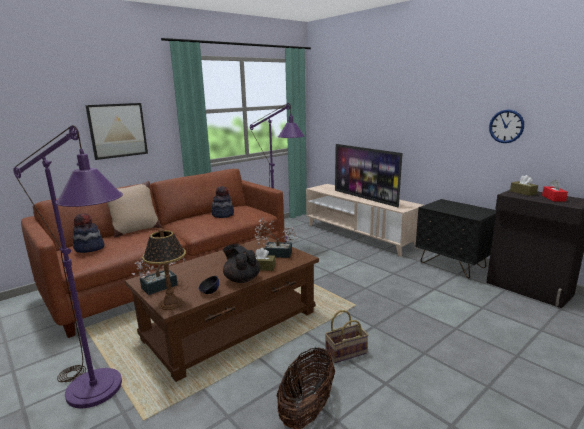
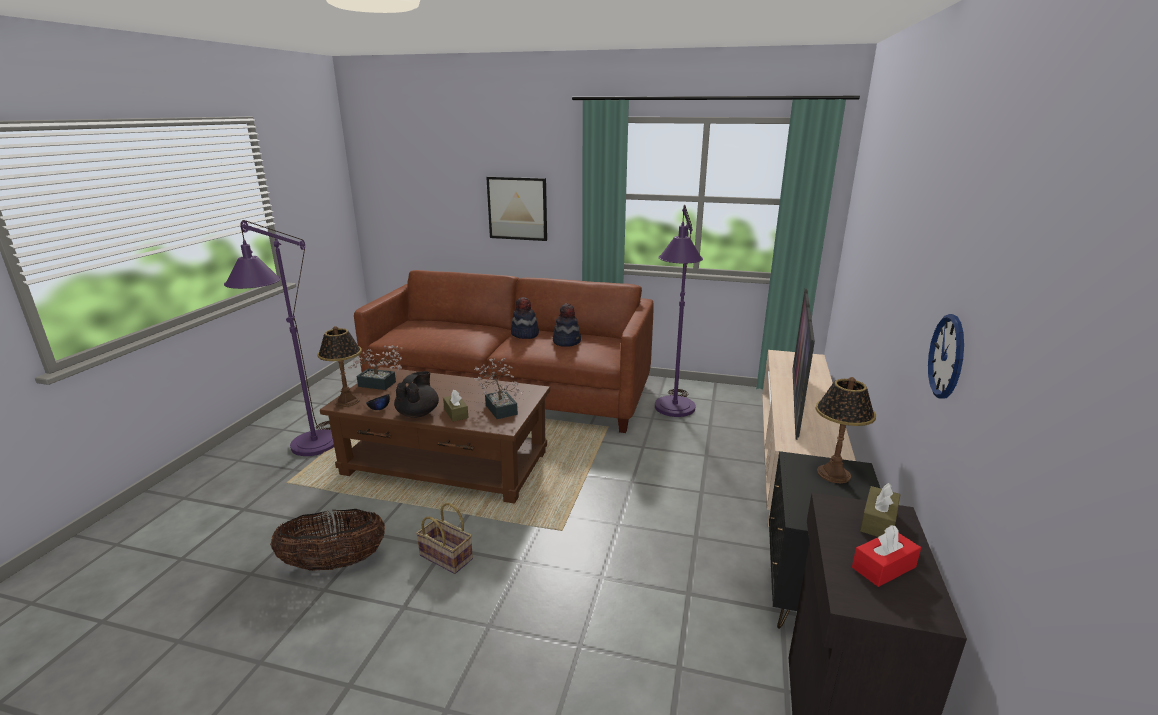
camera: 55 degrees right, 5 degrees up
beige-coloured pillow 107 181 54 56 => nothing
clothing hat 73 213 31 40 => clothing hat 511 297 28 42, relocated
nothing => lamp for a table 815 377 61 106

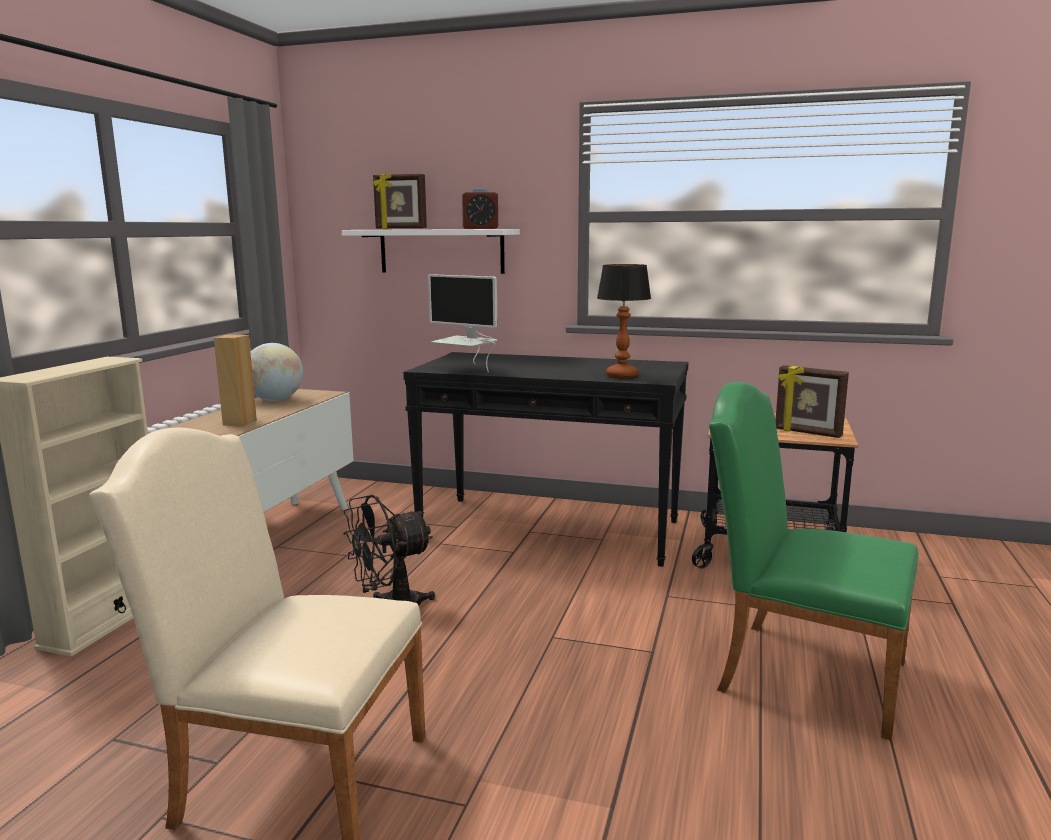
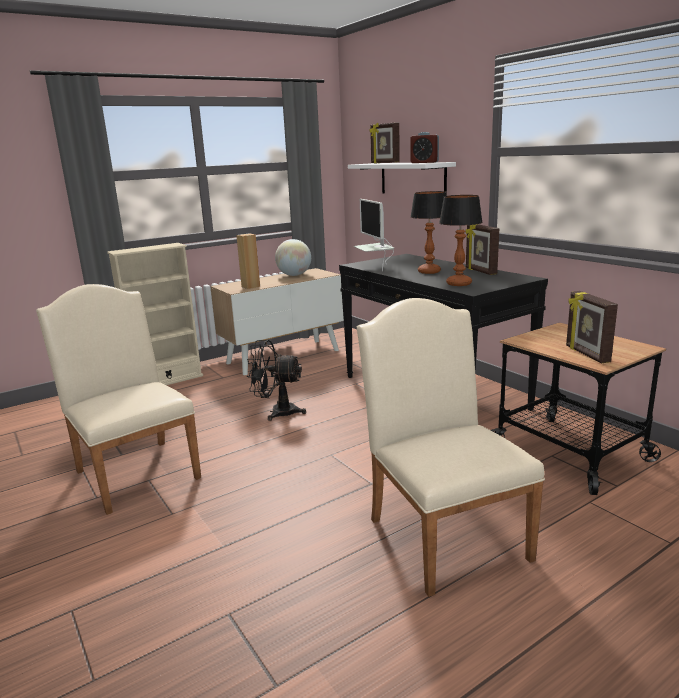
camera: 40 degrees right, 5 degrees up
greenish chair 709 382 209 359 => beige-coloured chair 357 298 188 299
nothing => lamp for a table 411 191 35 83
nothing => standing frame 466 224 33 51

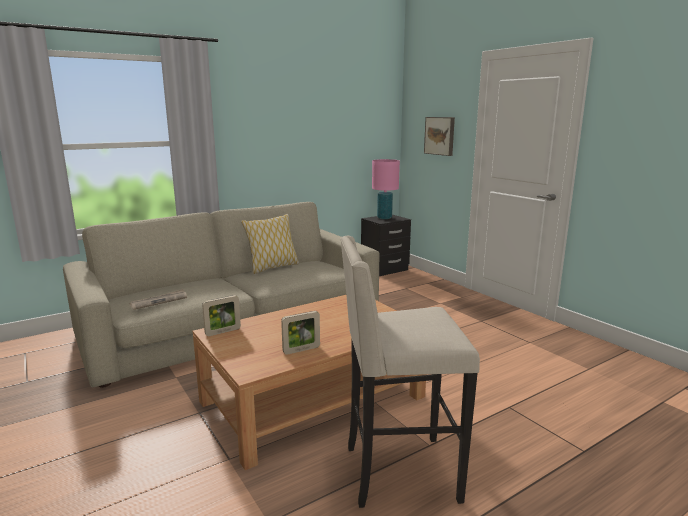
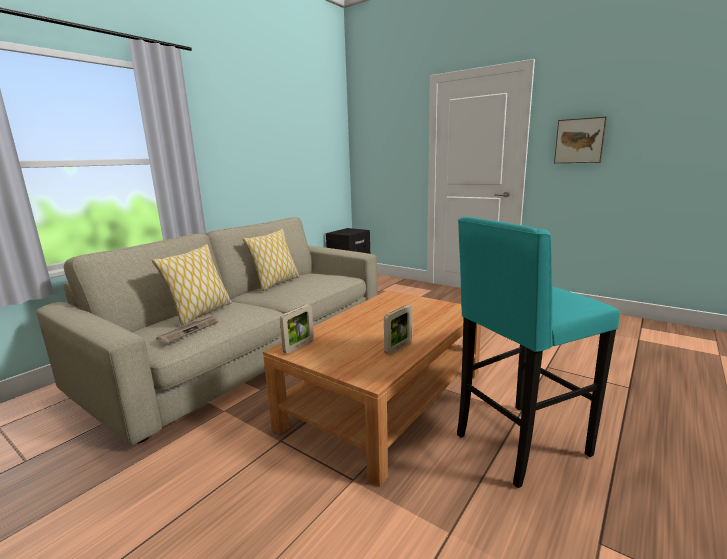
camera: 20 degrees left, 0 degrees up
picture 424 117 31 39 => picture 554 117 53 46, relocated
pink-coloured lamp for a table 372 159 28 60 => nothing
beige-coloured stool seat 340 236 140 272 => blue-green stool seat 457 217 163 271
nothing => pillow 152 244 80 82

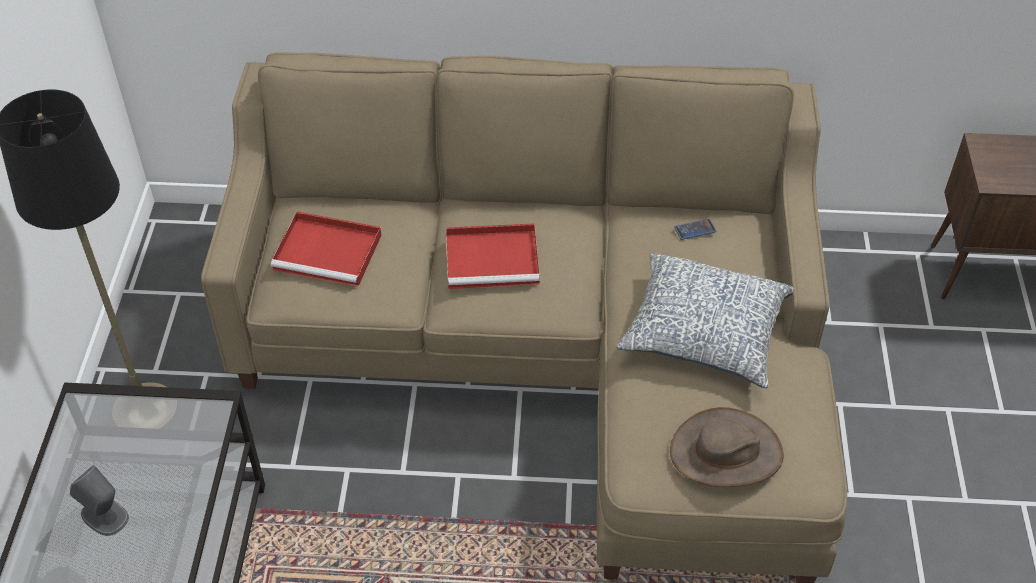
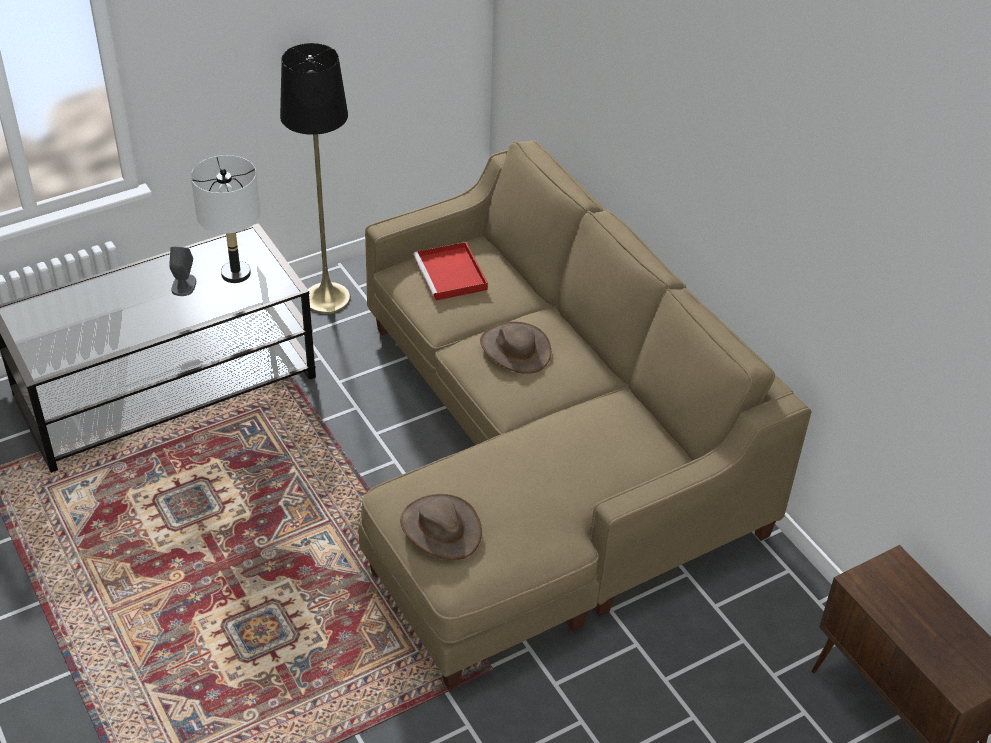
camera: 55 degrees right, 5 degrees down
telephone 674 219 43 21 => nothing
reddish carrying tray 446 223 94 66 => brown-coloured clothing hat 480 322 71 52
pillow 617 253 177 135 => nothing
nothing => whitish lamp for a table 191 155 69 128

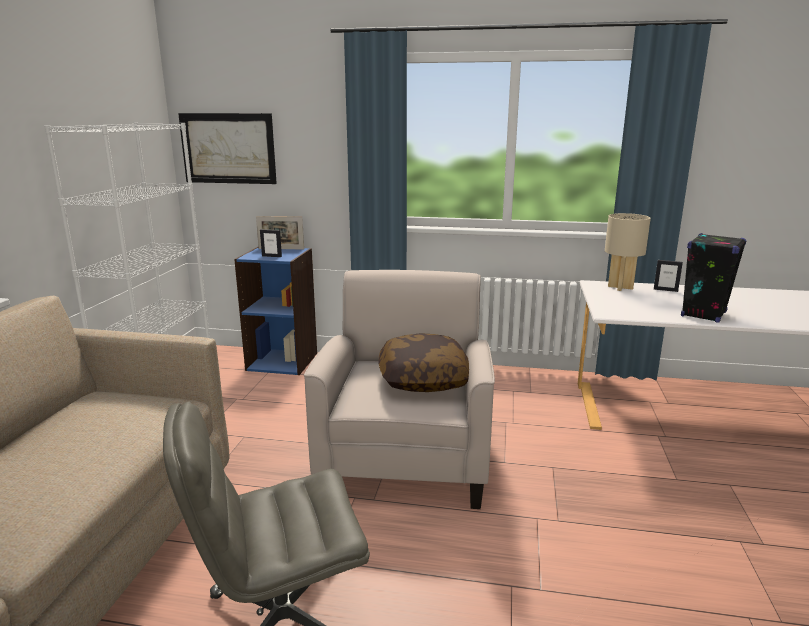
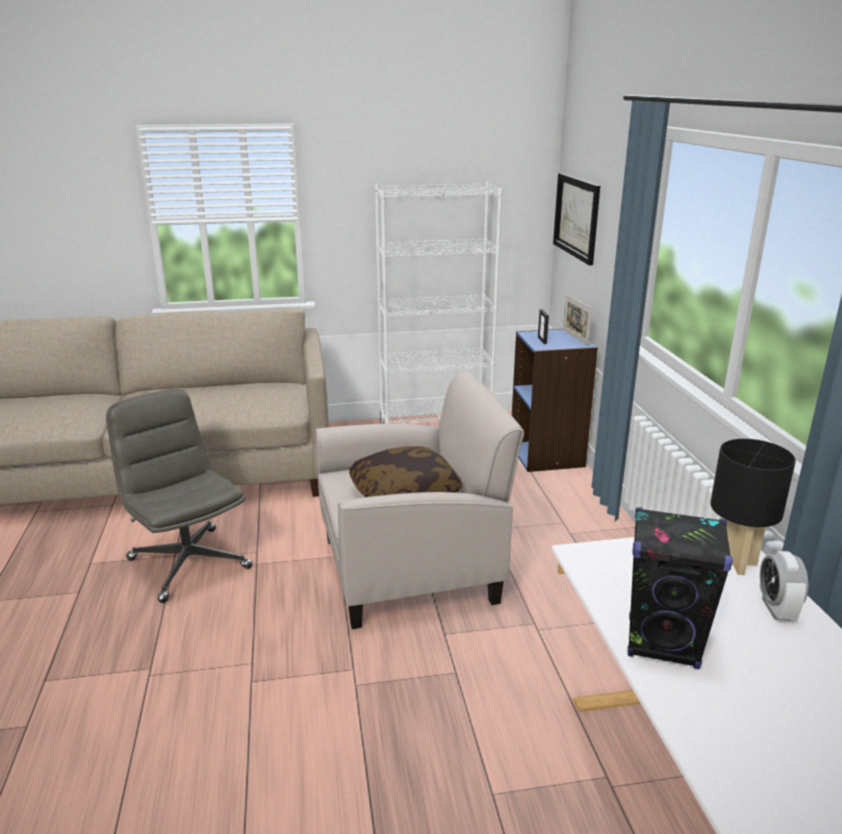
camera: 70 degrees right, 5 degrees up
beige-coloured lamp for a table 605 213 46 78 => black lamp for a table 710 439 86 136
standing frame 654 260 29 32 => alarm clock 760 551 48 69

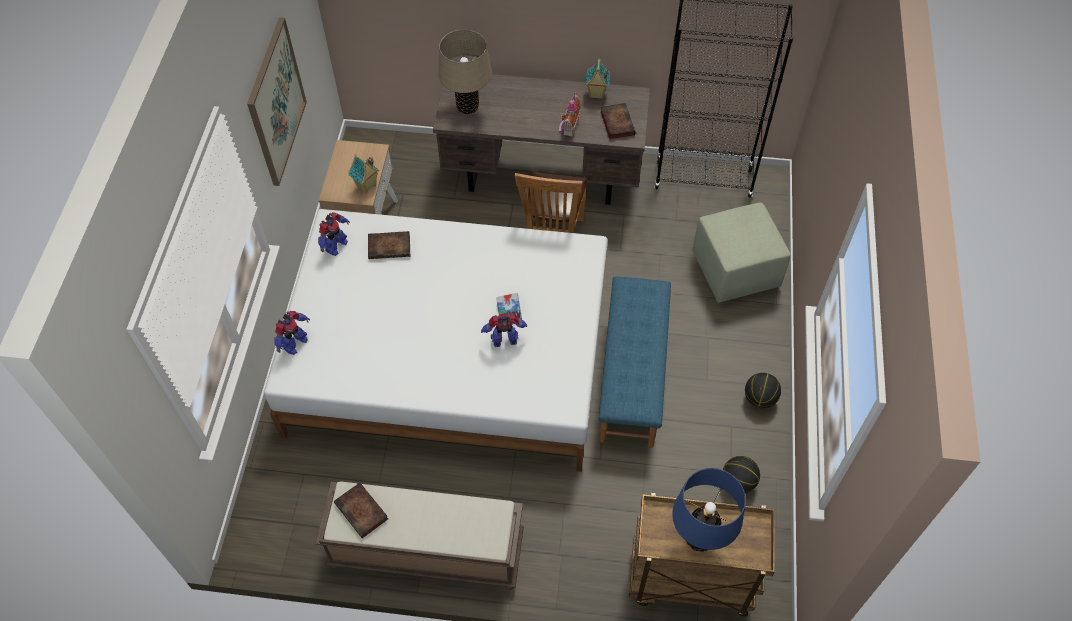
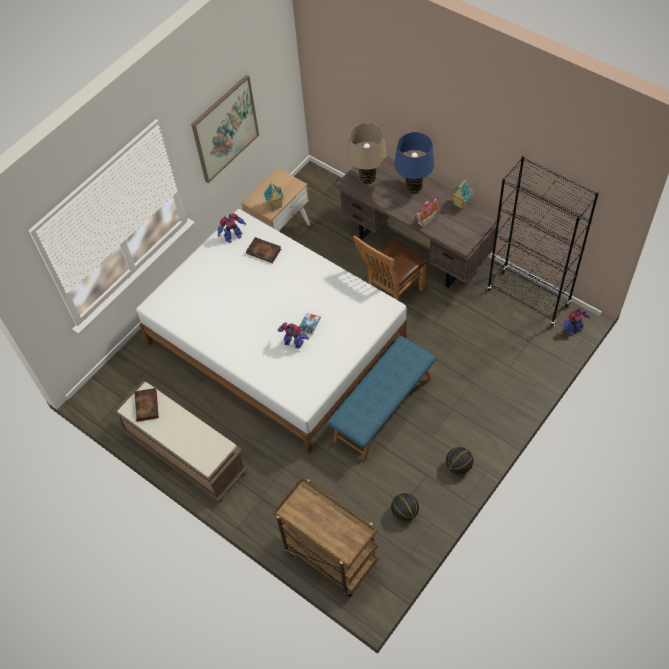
camera: 35 degrees right, 0 degrees up
bound book 601 103 35 36 => nothing
greenish ottoman 692 203 99 100 => nothing
toy robot 274 311 36 44 => toy robot 563 308 27 28, relocated
blue lamp for a table 672 468 74 84 => blue lamp for a table 394 132 40 61, relocated

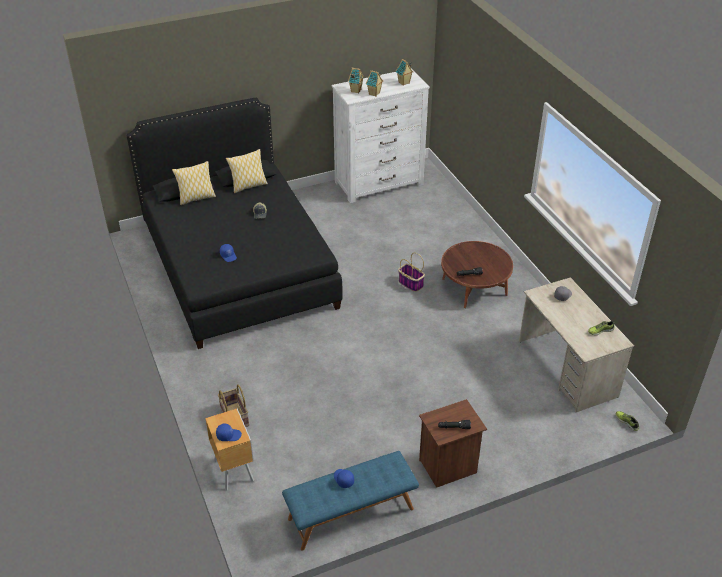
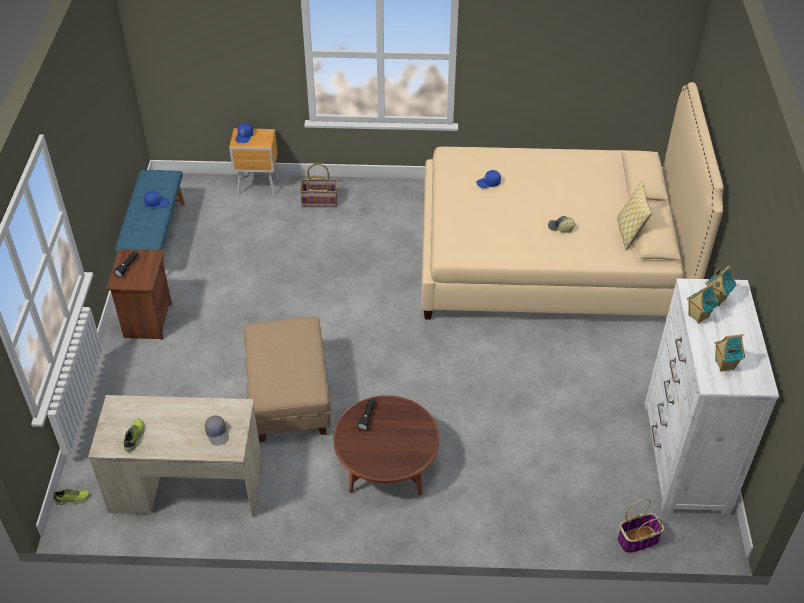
camera: 115 degrees right, 5 degrees up
black bedroom bed 127 98 215 251 => beige-coloured bedroom bed 421 82 303 238
pillow 172 161 44 44 => nothing
basket 398 253 27 39 => basket 617 499 47 54, relocated
nothing => beige-coloured ottoman 244 317 87 125

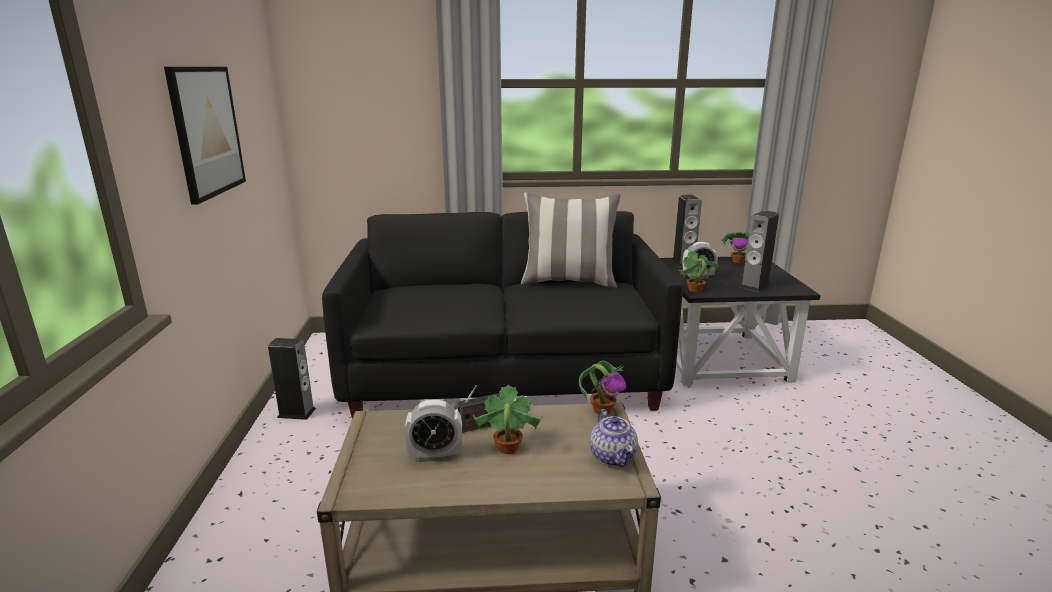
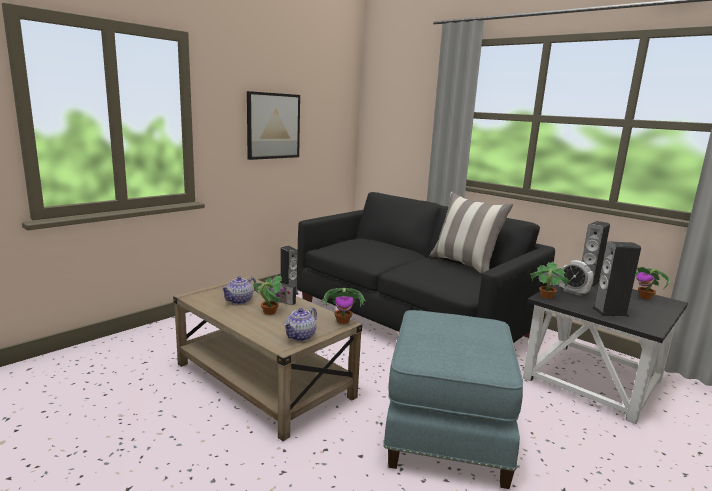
camera: 45 degrees right, 5 degrees down
alarm clock 405 399 57 63 => pot for tea 221 276 35 28
nothing => blue ottoman 383 310 140 179

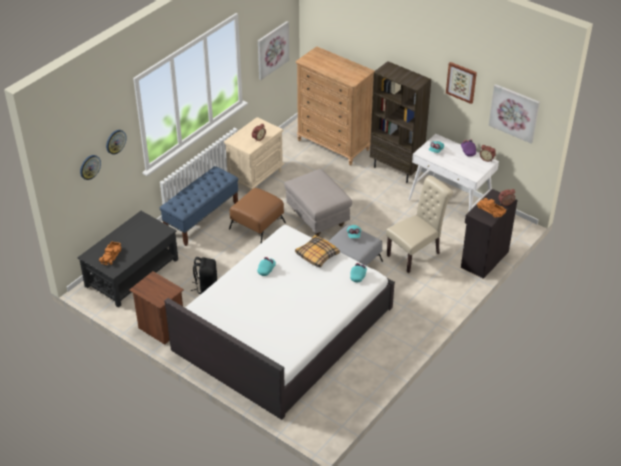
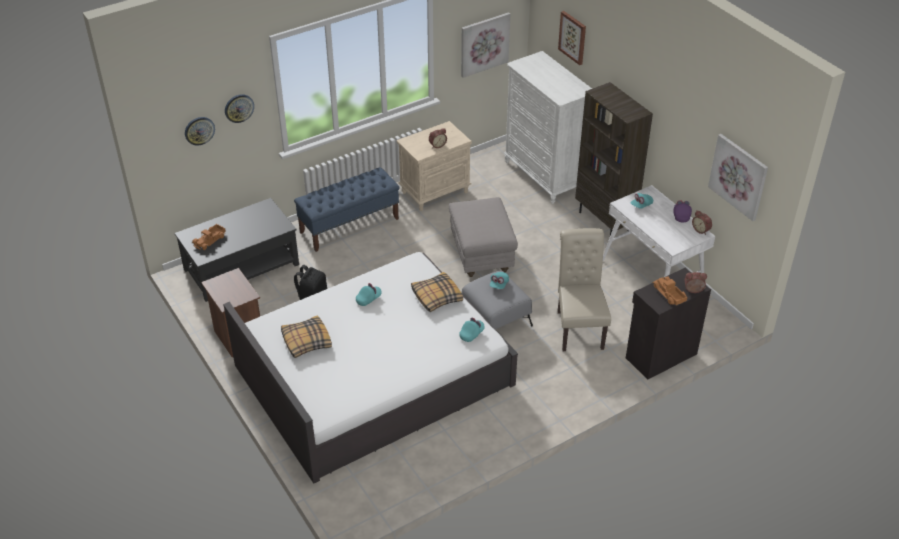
camera: 20 degrees right, 0 degrees up
brown-coloured chest of drawers 296 46 79 119 => whitish chest of drawers 504 51 88 153
picture 446 62 31 42 => picture 558 11 28 54, relocated
beige-coloured chair 386 175 67 98 => beige-coloured chair 557 228 54 123, 75 degrees counterclockwise
brown-coloured ottoman 229 188 57 55 => nothing
nothing => pillow 281 315 51 43

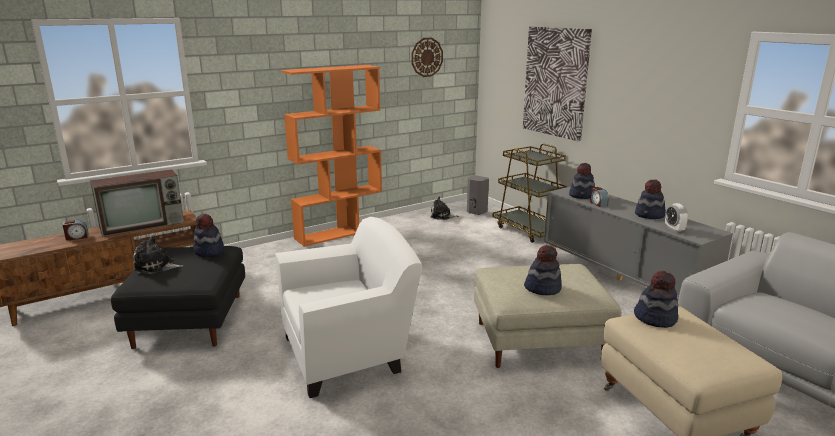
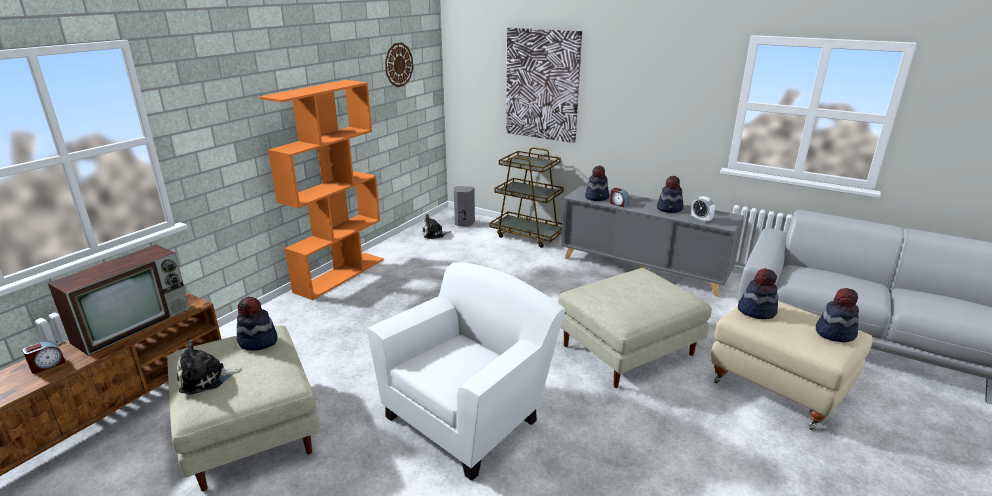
camera: 25 degrees left, 5 degrees up
clothing hat 524 245 38 50 => clothing hat 816 288 43 55, relocated
black ottoman 111 246 134 103 => beige-coloured ottoman 167 325 153 166

